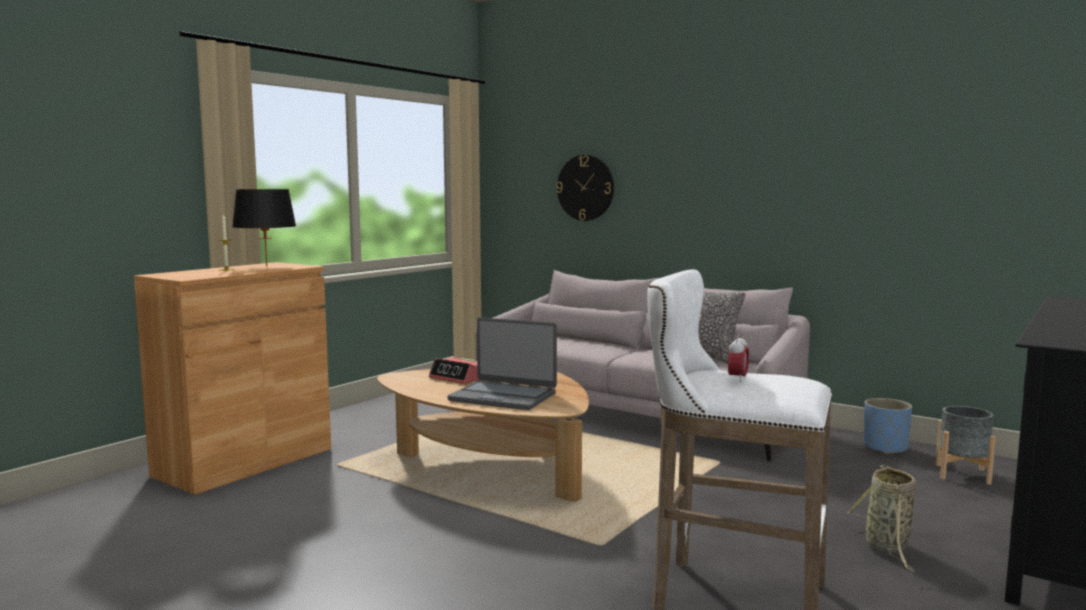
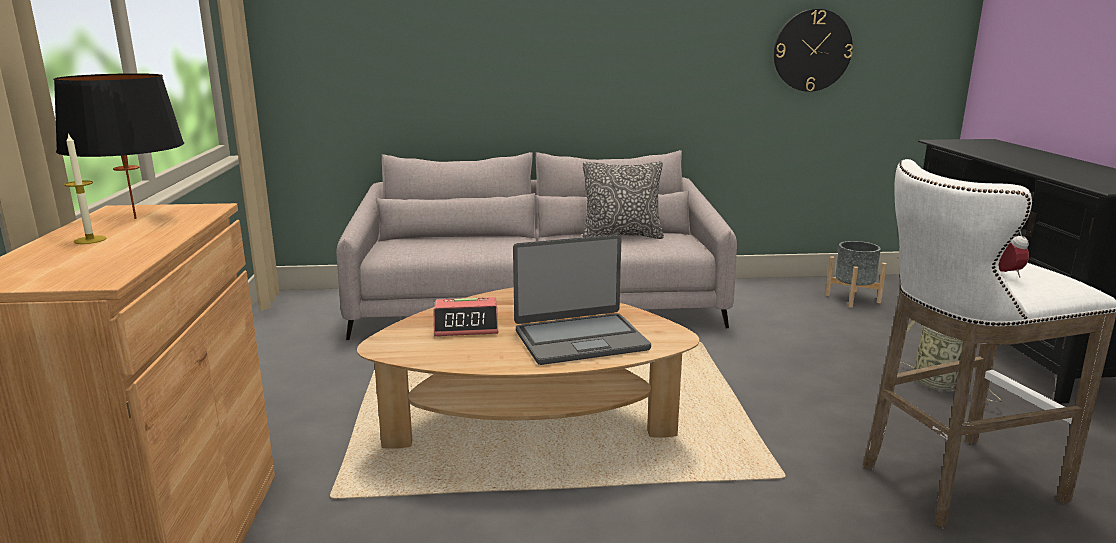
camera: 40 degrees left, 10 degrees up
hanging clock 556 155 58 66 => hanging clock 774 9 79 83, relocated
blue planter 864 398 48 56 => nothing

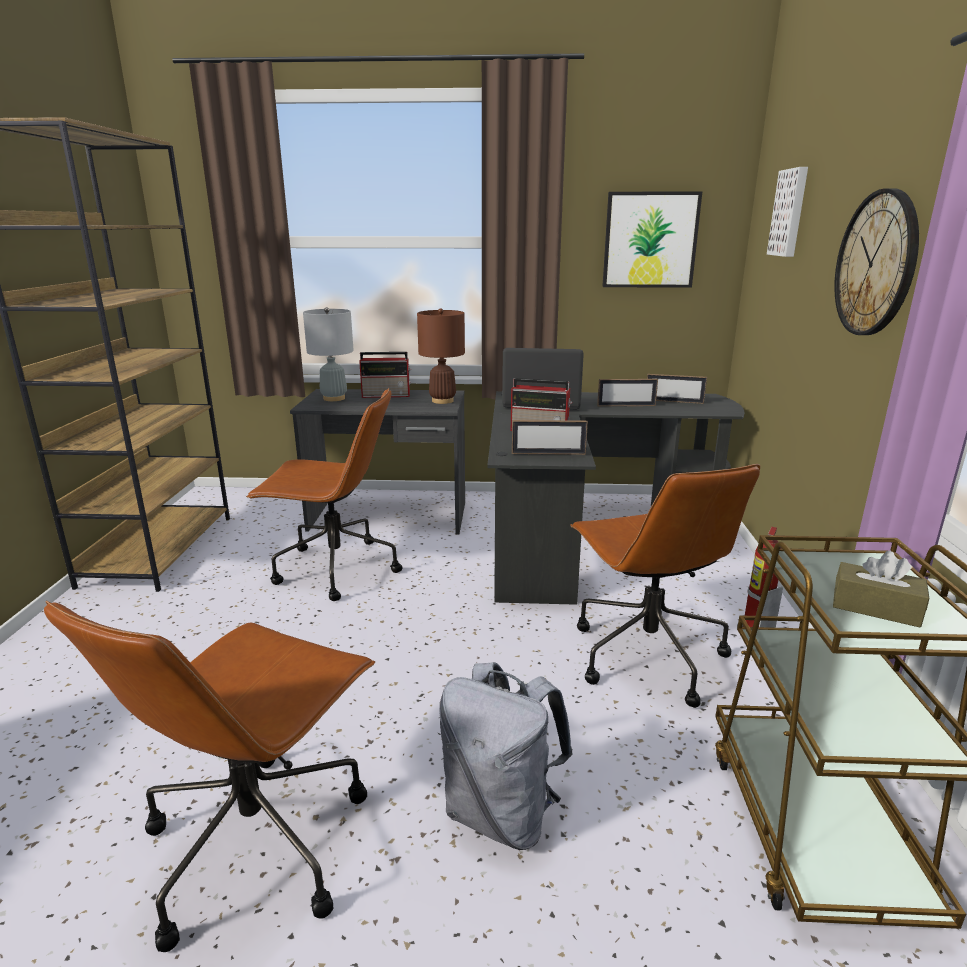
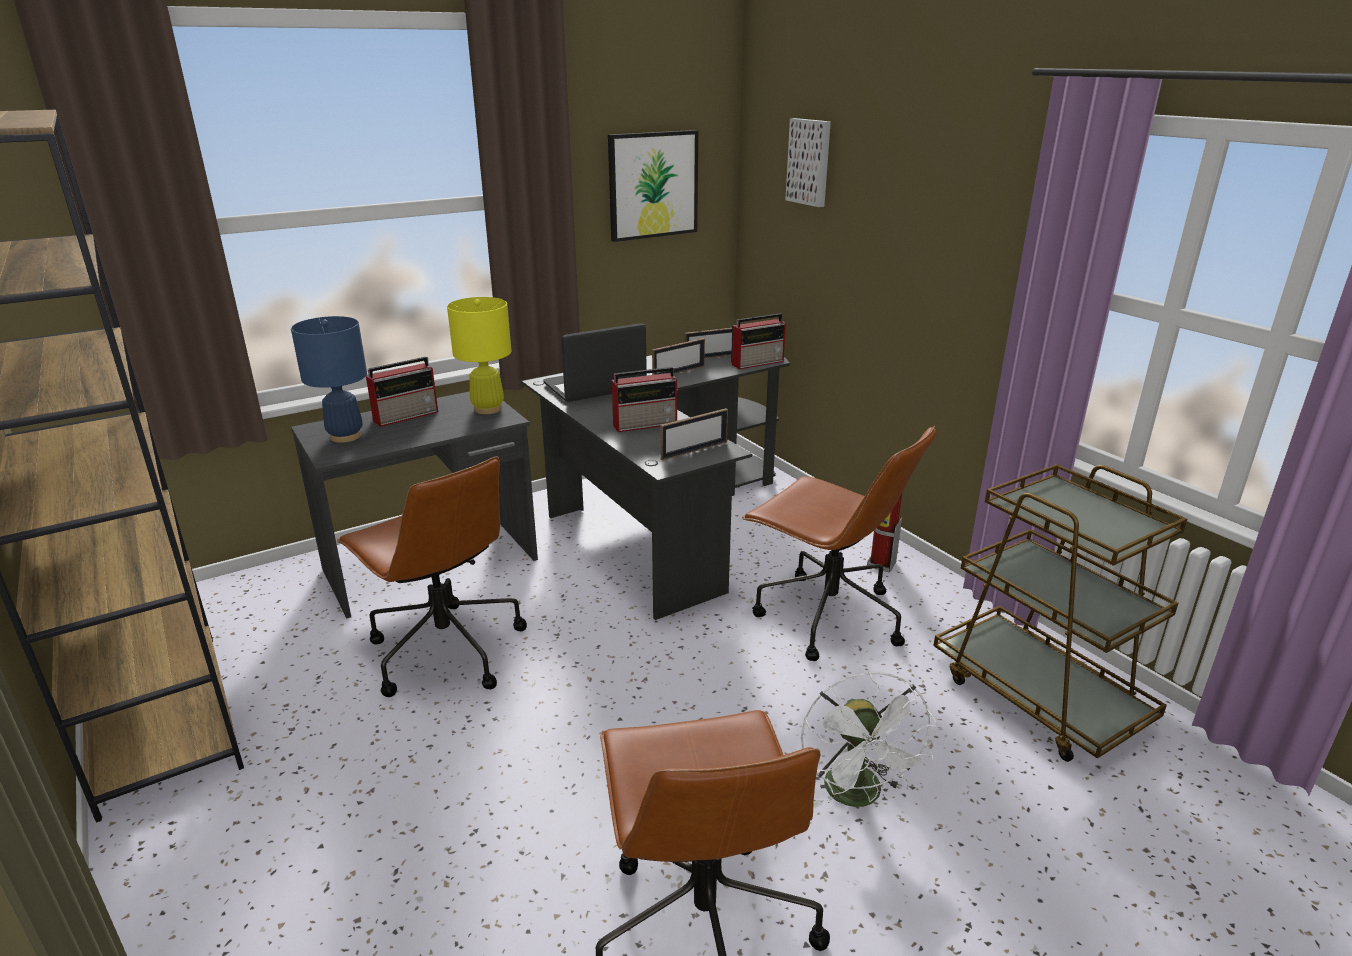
camera: 35 degrees left, 5 degrees up
hanging clock 834 188 85 147 => nothing
greyish lamp for a table 303 307 51 94 => blue lamp for a table 291 316 76 127
brown-coloured lamp for a table 417 309 48 95 => yellowish lamp for a table 447 297 64 117
brown-coloured computer chair 246 388 157 213 => brown-coloured computer chair 337 456 190 241, 75 degrees clockwise
brown-coloured tissue box 833 551 96 76 => nothing
greyish backpack 439 662 134 188 => whitish fan 801 672 136 137
nothing => radio receiver 731 313 55 56

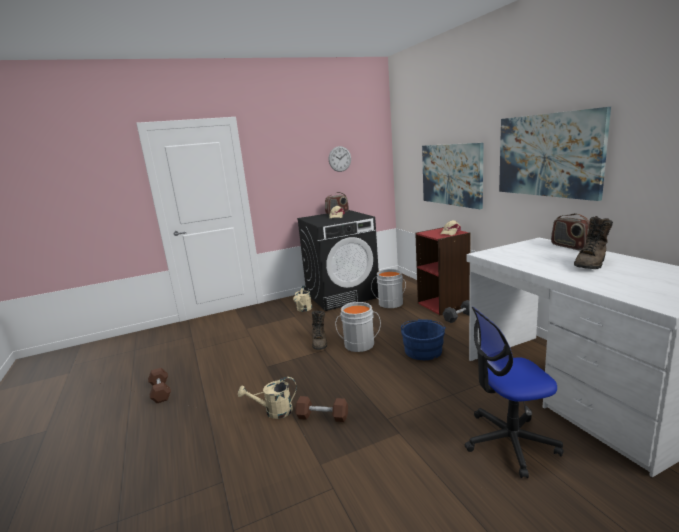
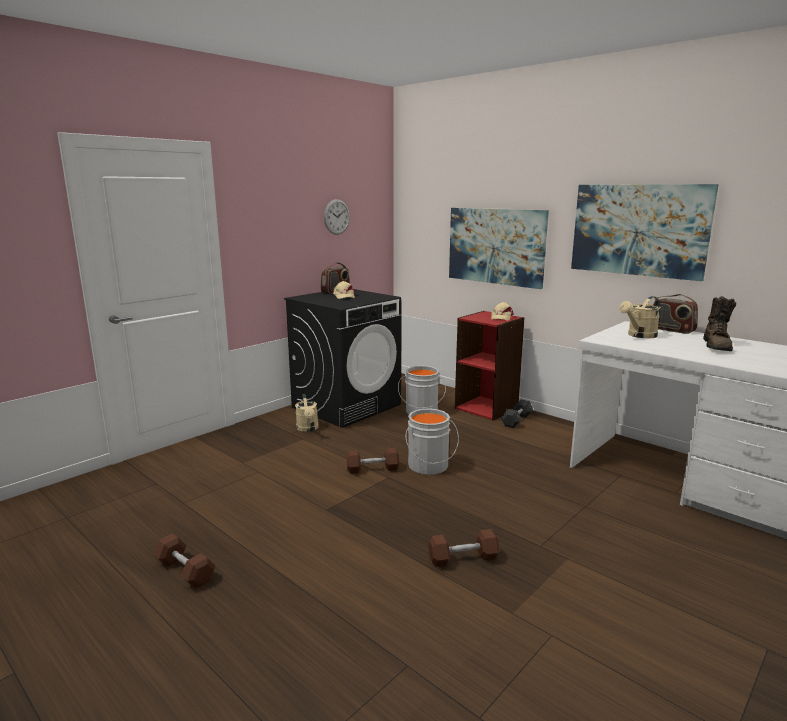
camera: 25 degrees left, 0 degrees up
computer chair 465 307 98 171 => nothing
brown-coloured high-top boot 312 311 15 39 => brown-coloured dumbbell 347 448 52 25
blue bucket 401 319 45 41 => nothing
beige-coloured watering pot 238 377 59 42 => beige-coloured watering pot 619 296 42 42, relocated

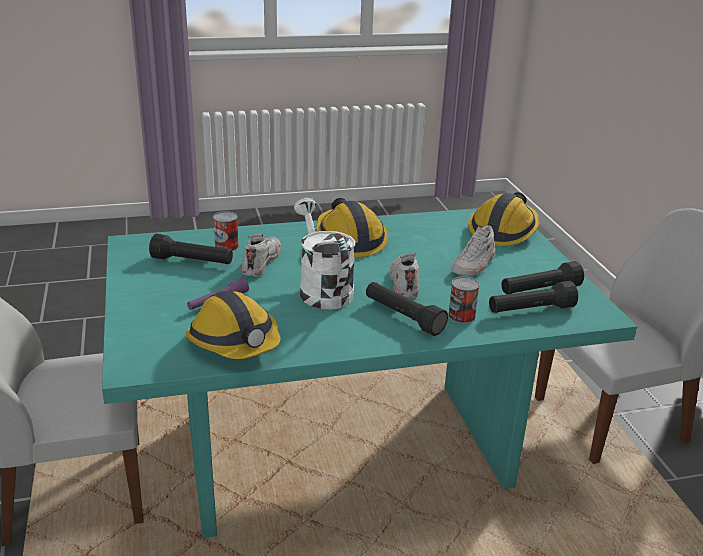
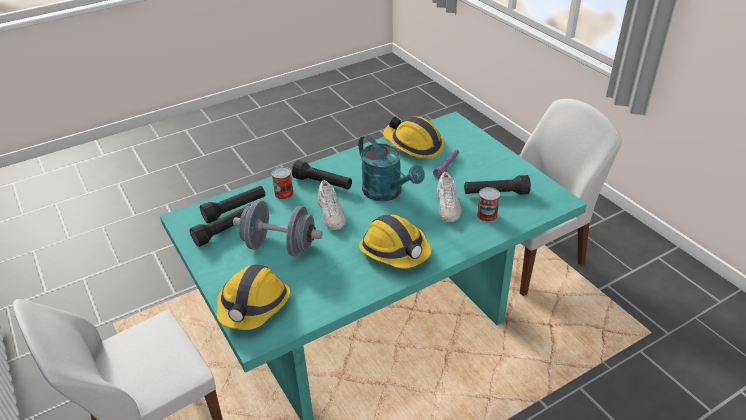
camera: 165 degrees right, 10 degrees up
whitish watering pot 294 198 61 111 => blue-green watering pot 359 135 66 66
whitish item of footwear 451 225 45 51 => greyish dumbbell 233 200 89 57

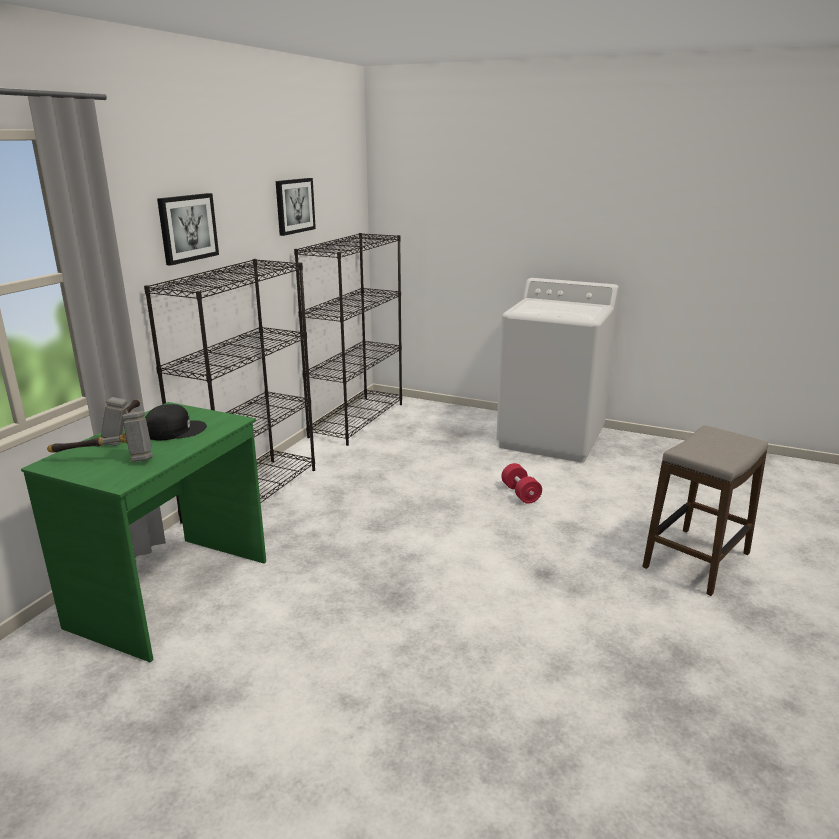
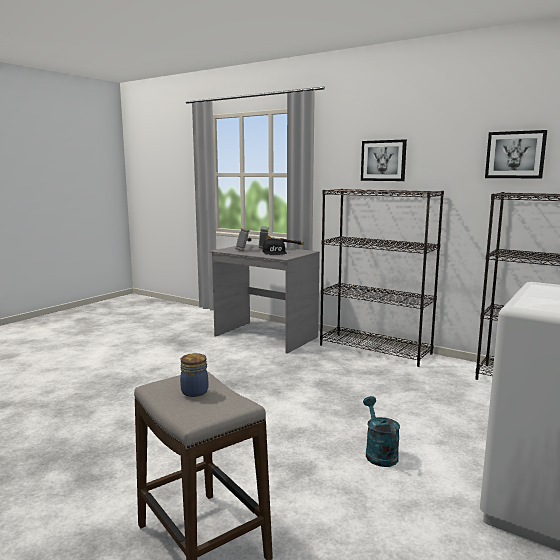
camera: 100 degrees right, 10 degrees down
greenish desk 21 402 245 260 => greyish desk 209 244 111 110
reddish dumbbell 501 463 41 41 => blue-green watering pot 363 396 37 71
nothing => jar 180 353 29 44

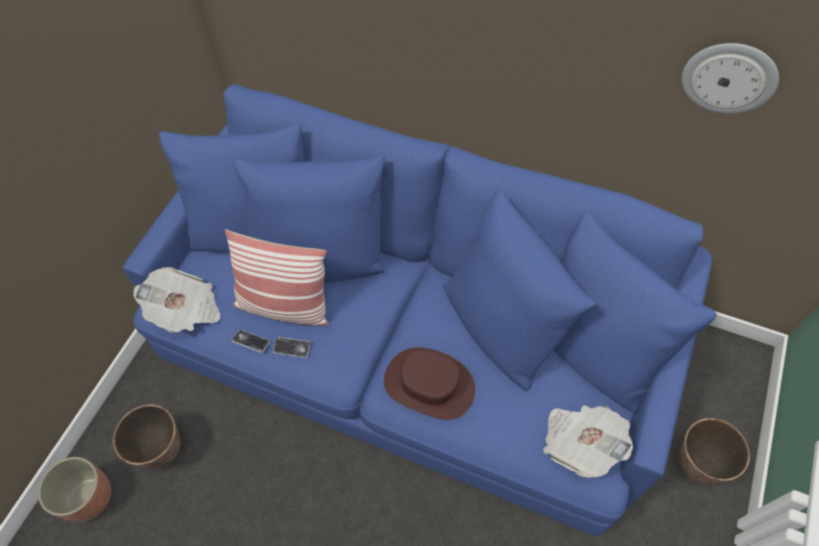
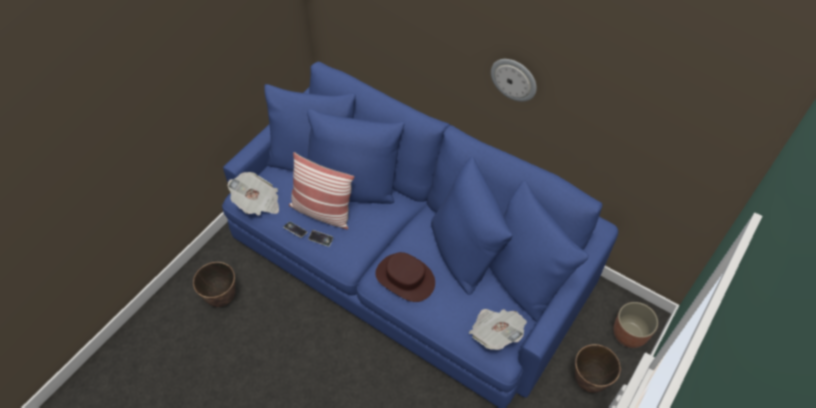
camera: 10 degrees right, 5 degrees down
hanging clock 682 43 97 71 => hanging clock 491 59 46 43, relocated
planter 38 457 73 65 => planter 613 302 45 46, relocated

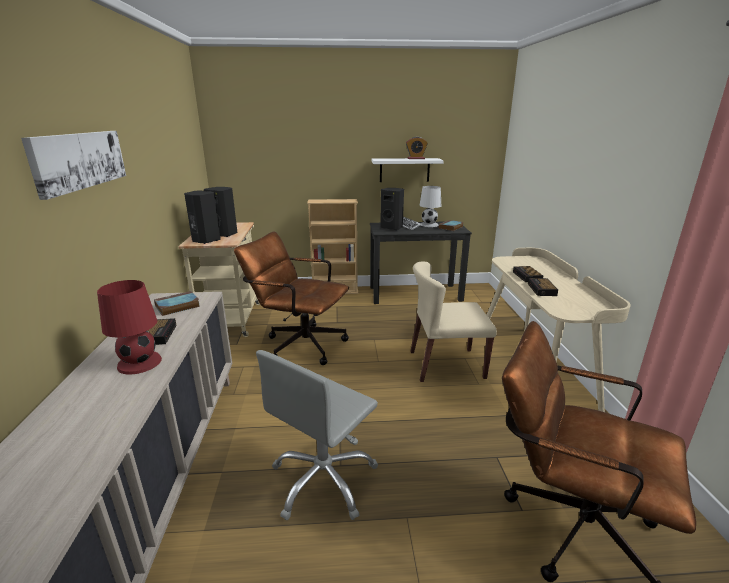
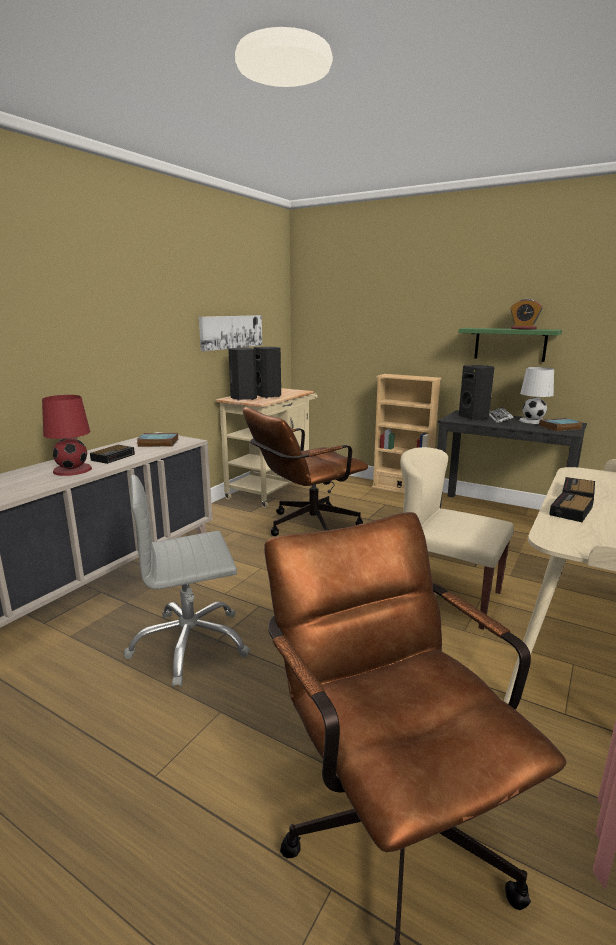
camera: 35 degrees right, 5 degrees down
picture 21 131 105 69 => picture 199 315 63 36, relocated
whitish shelf 372 158 72 24 => greenish shelf 458 328 104 34
brown-coloured computer chair 234 232 115 133 => brown-coloured computer chair 243 407 125 129, 90 degrees counterclockwise

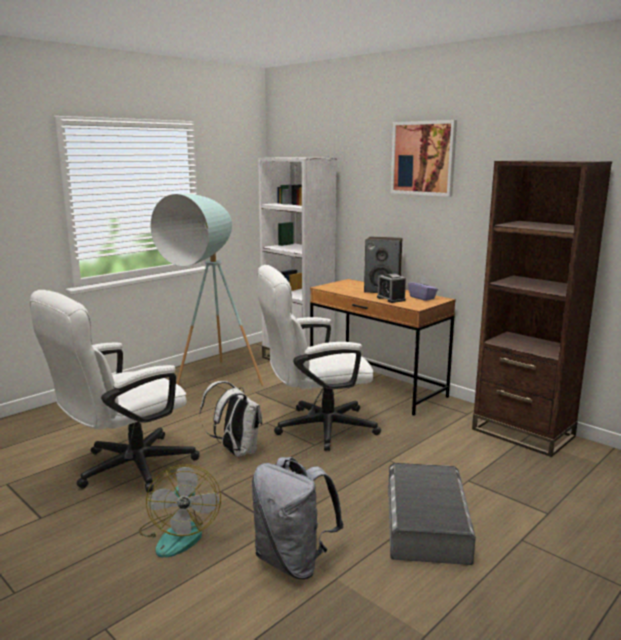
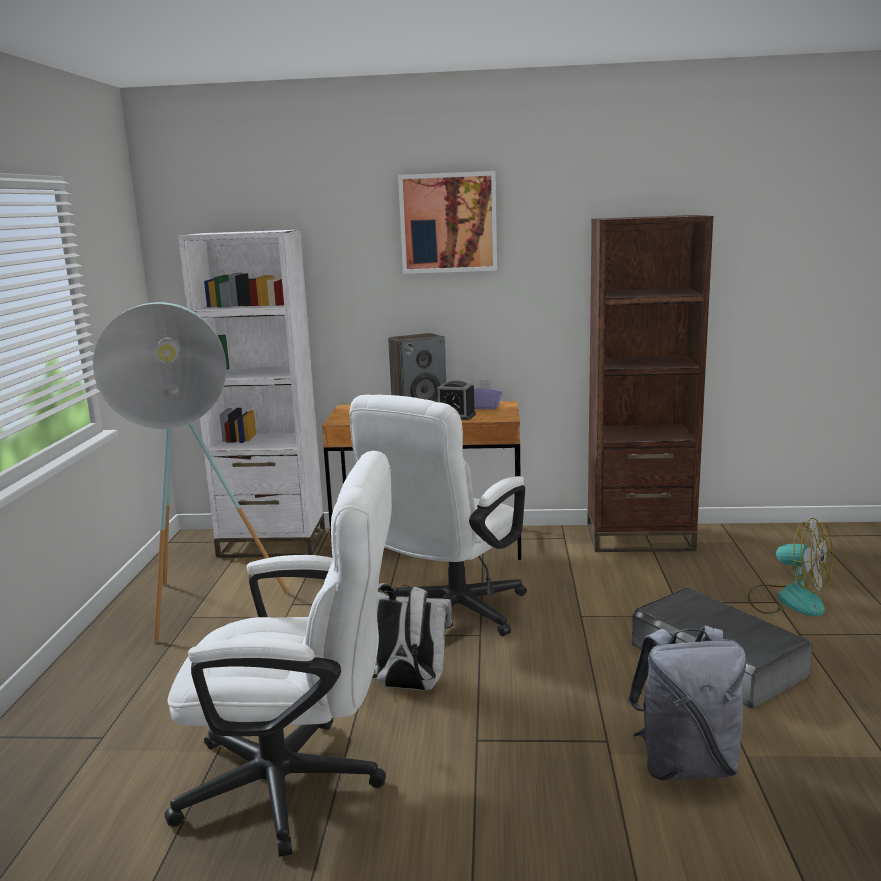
camera: 40 degrees left, 0 degrees up
whitish computer chair 30 290 170 202 => whitish computer chair 164 451 228 406, 90 degrees counterclockwise
fan 139 464 82 94 => fan 748 518 85 99, relocated

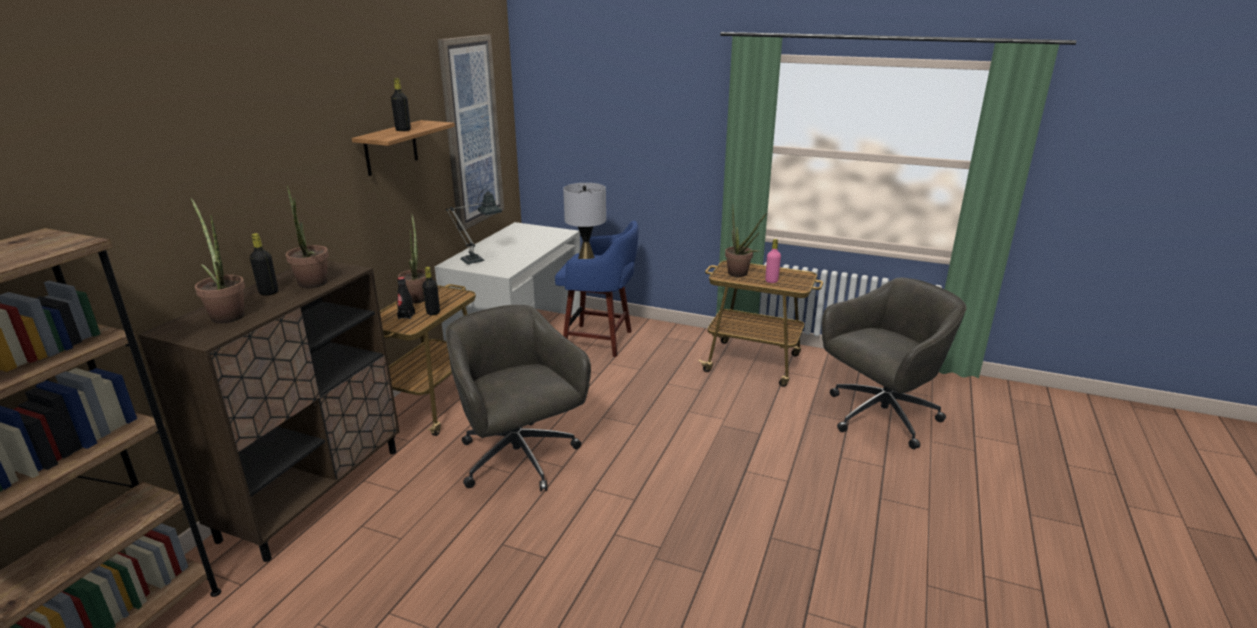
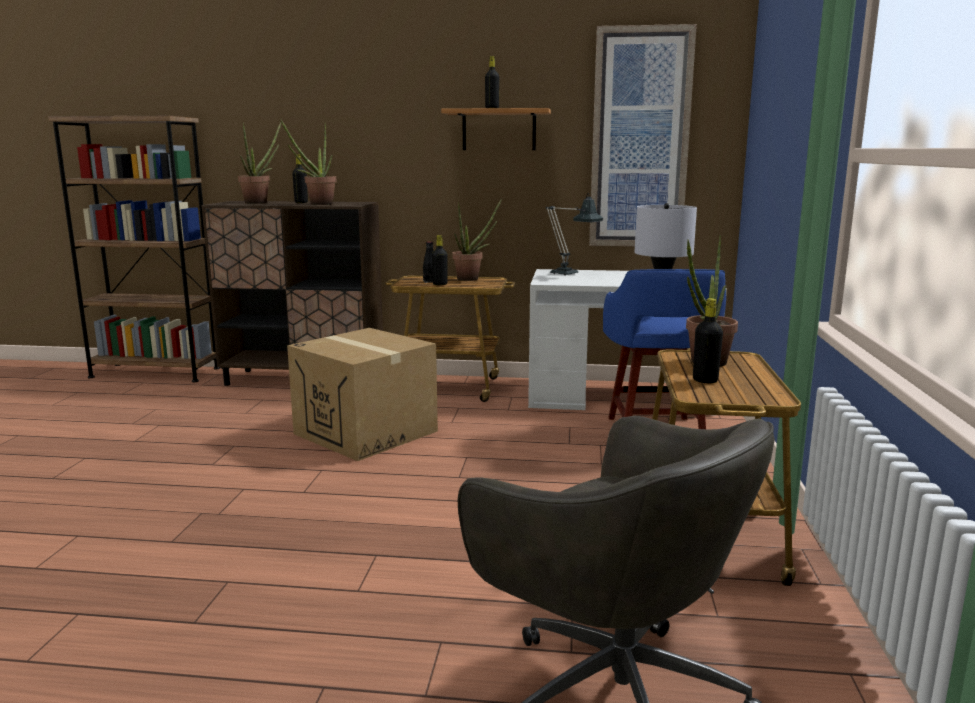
camera: 75 degrees right, 10 degrees down
pink-coloured beverage bottle 765 239 16 44 => black beverage bottle 693 298 30 85
greyish computer chair 446 305 145 186 => carton 287 328 151 133

